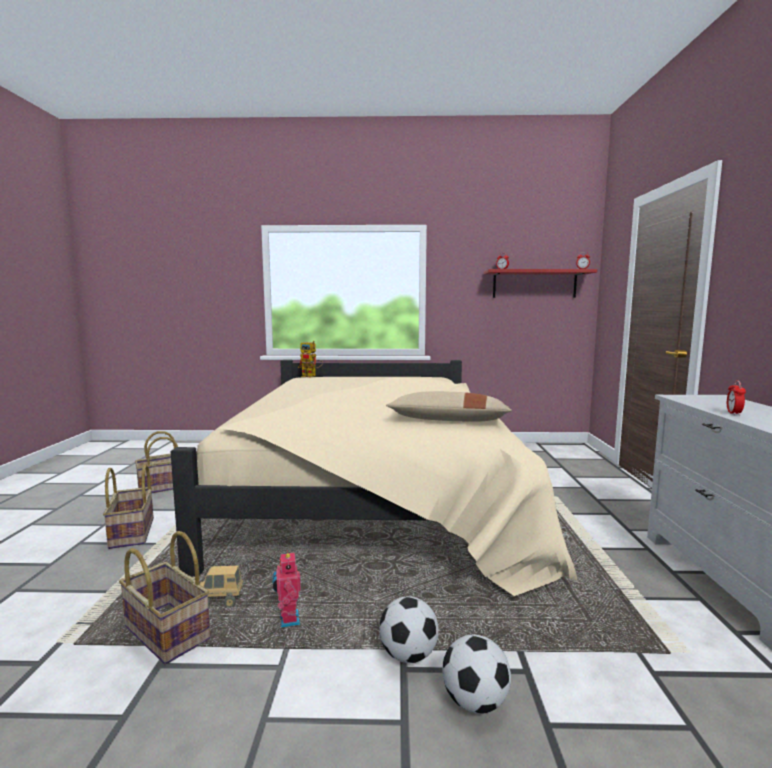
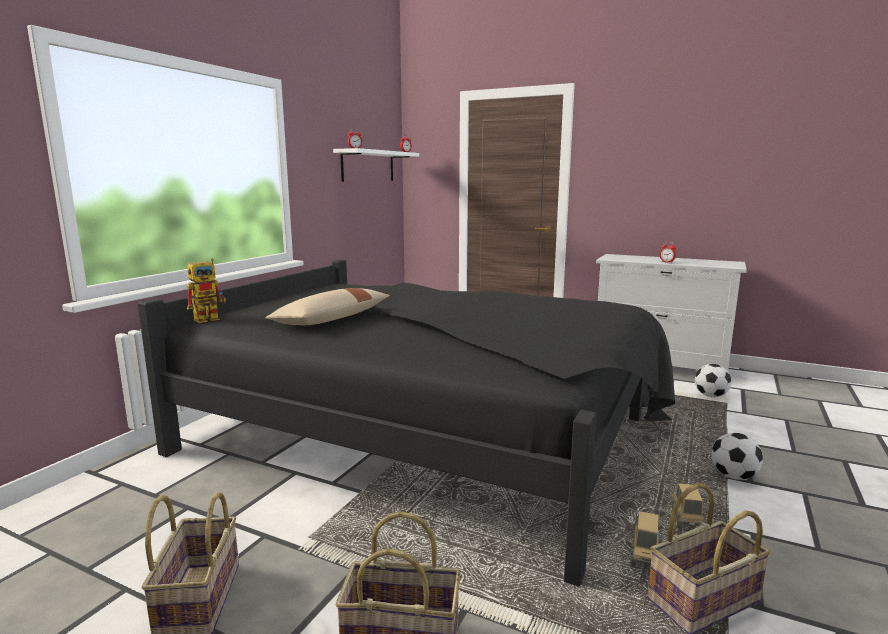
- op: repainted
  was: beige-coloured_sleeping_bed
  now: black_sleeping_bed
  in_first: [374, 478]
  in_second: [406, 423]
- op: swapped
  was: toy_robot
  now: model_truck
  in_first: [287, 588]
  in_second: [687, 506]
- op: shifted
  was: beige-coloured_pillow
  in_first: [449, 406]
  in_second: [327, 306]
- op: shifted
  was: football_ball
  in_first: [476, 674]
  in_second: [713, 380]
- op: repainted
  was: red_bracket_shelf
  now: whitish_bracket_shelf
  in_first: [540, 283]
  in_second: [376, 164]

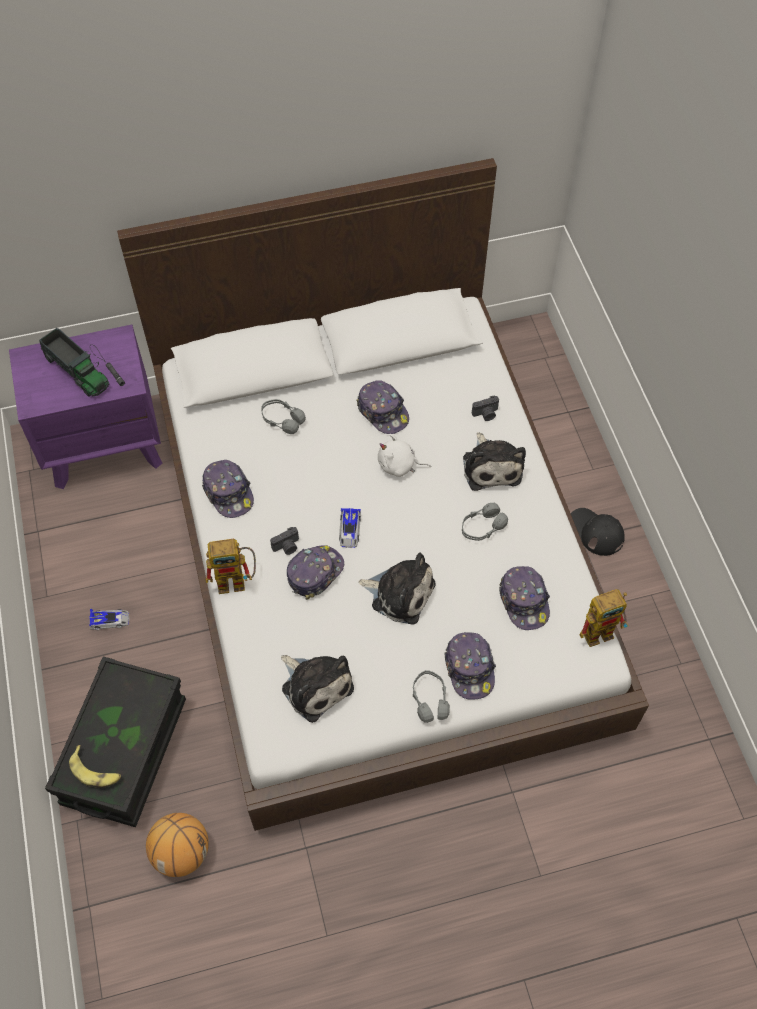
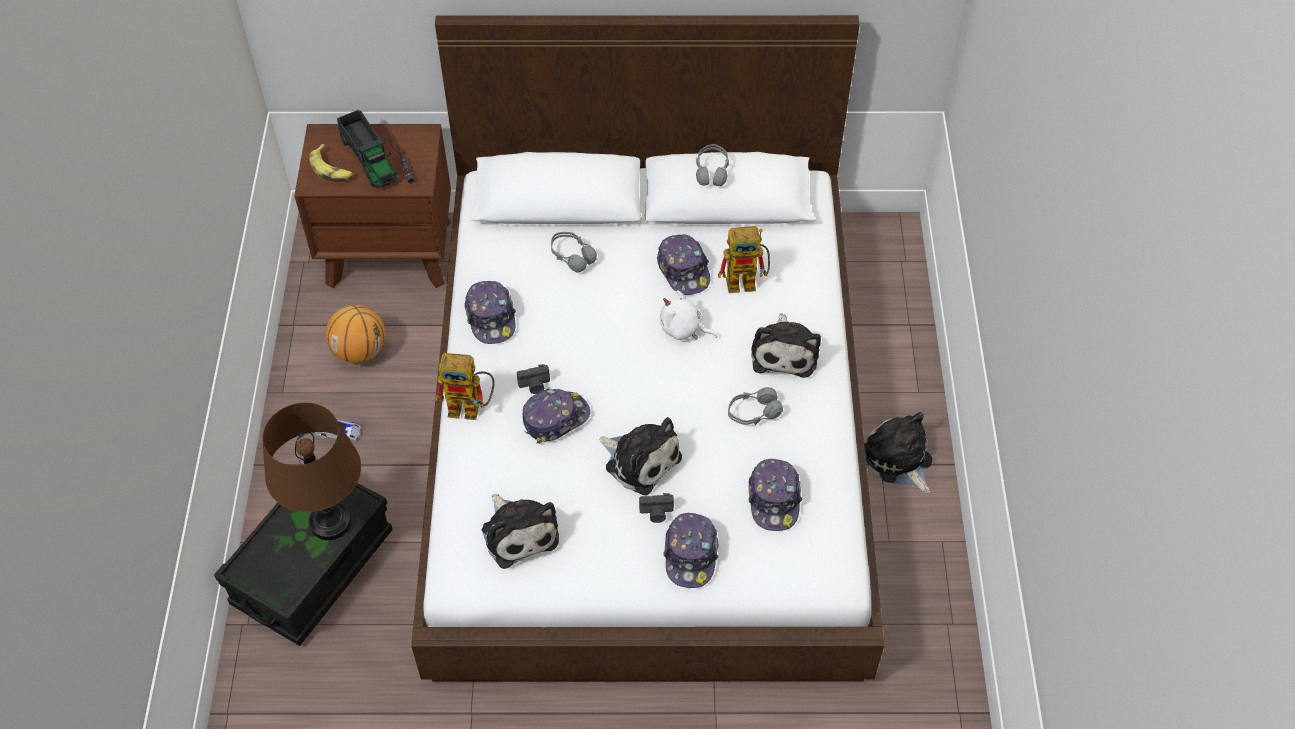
- op: repainted
  was: purple-coloured_nightstand
  now: brown_nightstand
  in_first: [85, 407]
  in_second: [372, 206]
- op: shifted
  was: banana
  in_first: [95, 766]
  in_second: [331, 163]
- op: shifted
  was: ball_for_basketball
  in_first: [177, 845]
  in_second: [355, 334]
- op: gone
  was: miniature_car
  in_first: [350, 528]
- op: shifted
  was: greyish_pair_of_headphones
  in_first: [431, 696]
  in_second: [712, 165]
- op: shifted
  was: still_camera
  in_first: [485, 408]
  in_second: [656, 508]
- op: swapped
  was: black_peaked_cap
  now: plush_toy
  in_first: [598, 532]
  in_second: [898, 452]
- op: shifted
  was: toy_robot
  in_first: [604, 618]
  in_second: [744, 259]
- op: new
  now: brown_lamp_for_a_table
  in_second: [312, 471]

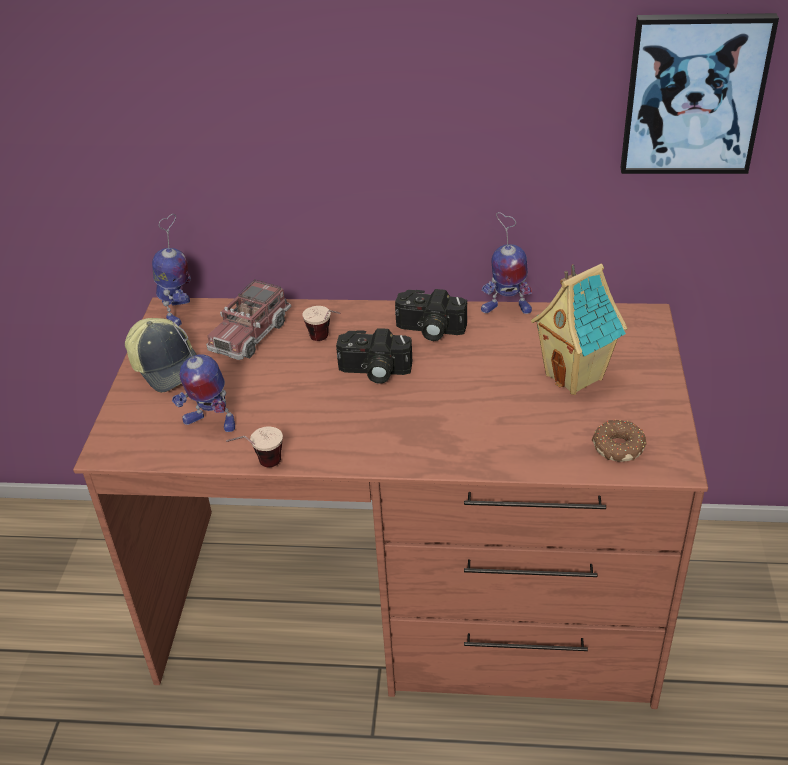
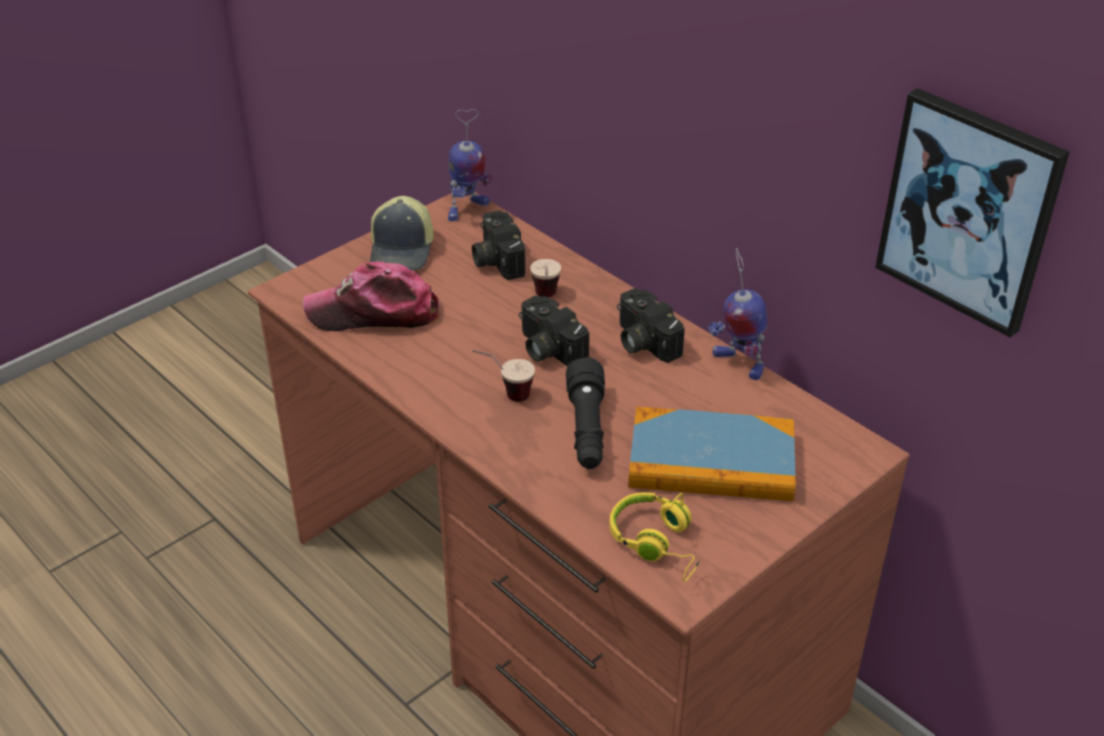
- op: swapped
  was: toy_robot
  now: peaked_cap
  in_first: [203, 377]
  in_second: [371, 296]
- op: swapped
  was: model_truck
  now: still_camera
  in_first: [248, 319]
  in_second: [498, 245]
- op: shifted
  was: small_cup
  in_first: [254, 446]
  in_second: [503, 376]
- op: swapped
  was: miniature_house
  now: bound_book
  in_first: [579, 329]
  in_second: [712, 454]
- op: swapped
  was: ring_doughnut
  now: yellow_pair_of_headphones
  in_first: [619, 441]
  in_second: [654, 537]
- op: new
  now: black_flashlight
  in_second: [585, 413]

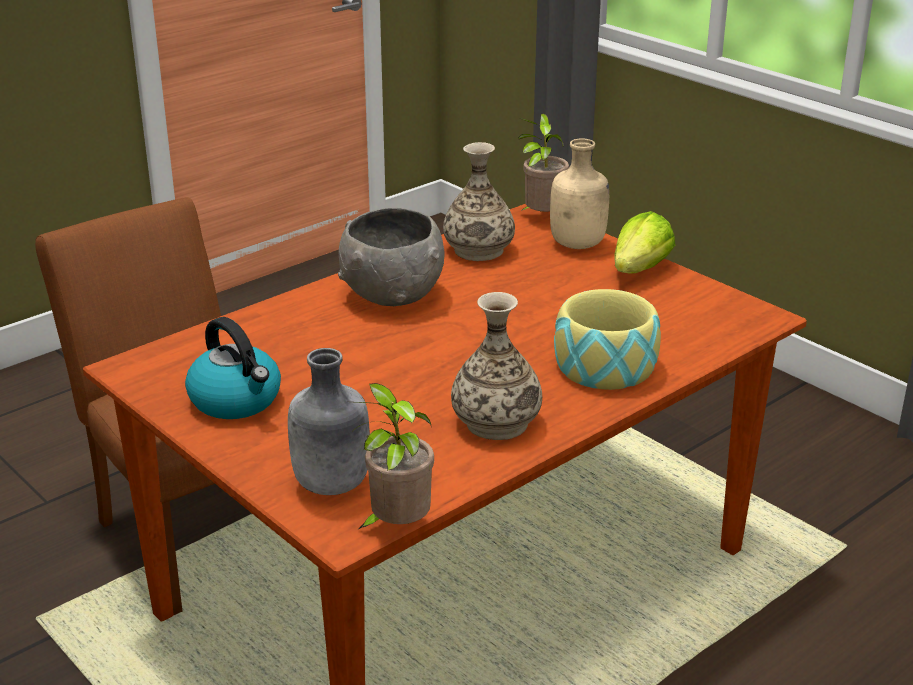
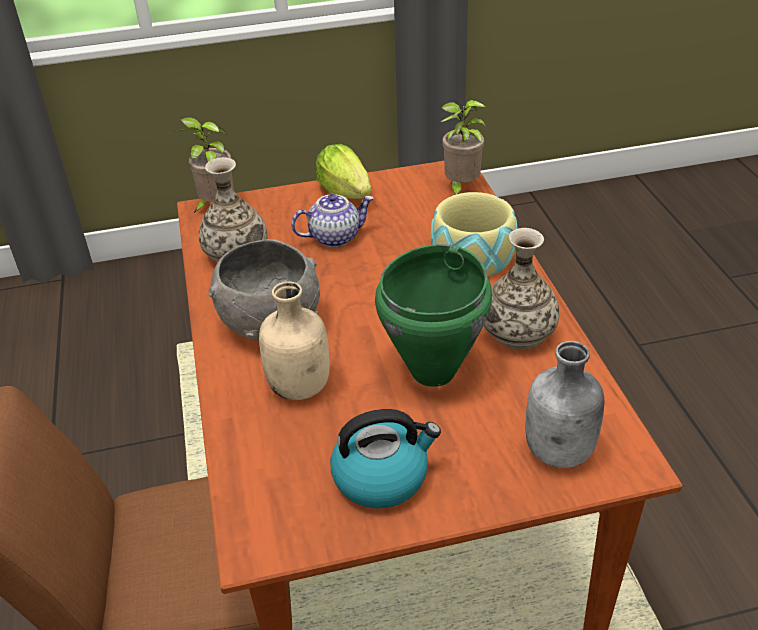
- op: shifted
  was: houseplant
  in_first: [393, 456]
  in_second: [463, 147]
- op: shifted
  was: beige-coloured_drink_bottle
  in_first: [579, 193]
  in_second: [294, 341]
- op: new
  now: pot_for_tea
  in_second: [332, 220]
- op: new
  now: green-coloured_cooking_pot
  in_second: [433, 315]

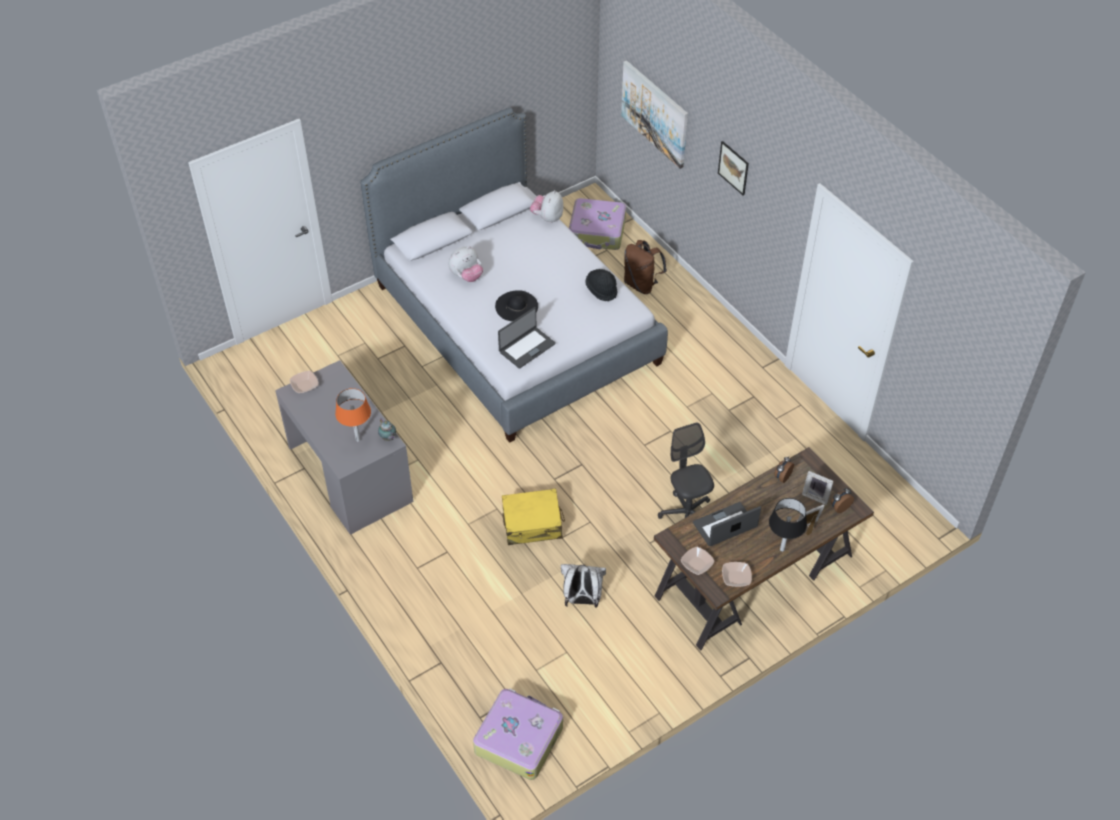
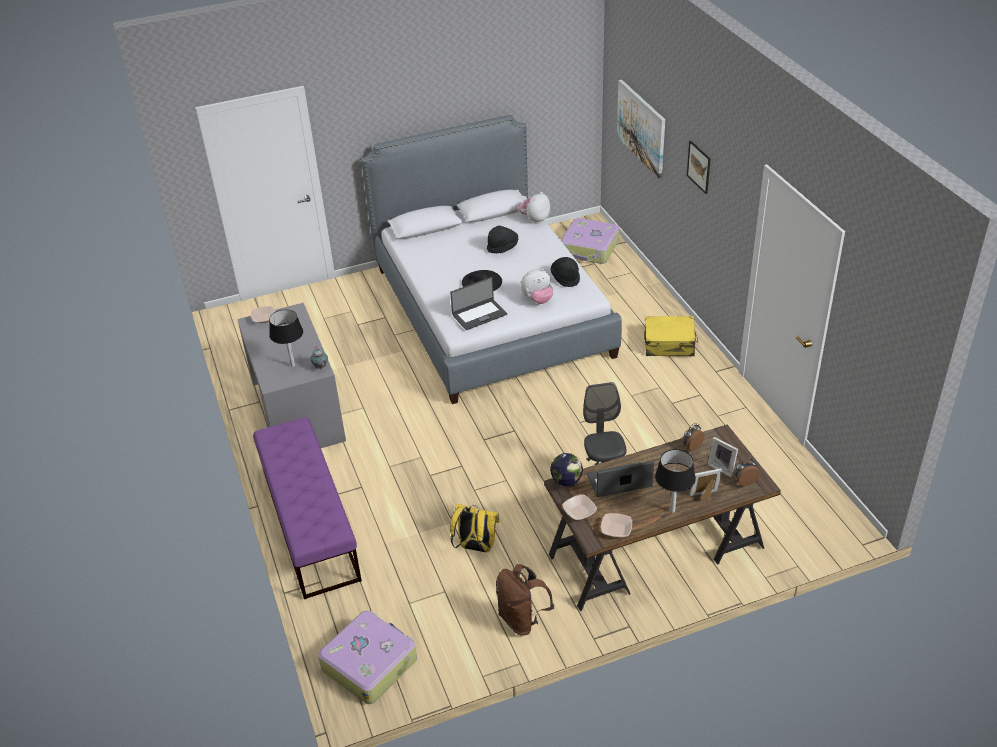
- op: repainted
  was: orange-coloured_lamp_for_a_table
  now: black_lamp_for_a_table
  in_first: [353, 415]
  in_second: [286, 338]
- op: shifted
  was: plush_toy
  in_first: [466, 264]
  in_second: [537, 286]
- op: shifted
  was: yellow_suitcase
  in_first: [533, 516]
  in_second: [671, 336]
- op: repainted
  was: whitish_knapsack
  now: yellow_knapsack
  in_first: [583, 585]
  in_second: [474, 528]
- op: shifted
  was: brown_knapsack
  in_first: [645, 267]
  in_second: [525, 600]
- op: new
  now: purple-coloured_long_seat
  in_second: [307, 508]
- op: new
  now: black_hat
  in_second: [502, 239]
- op: new
  now: world_globe
  in_second: [566, 475]

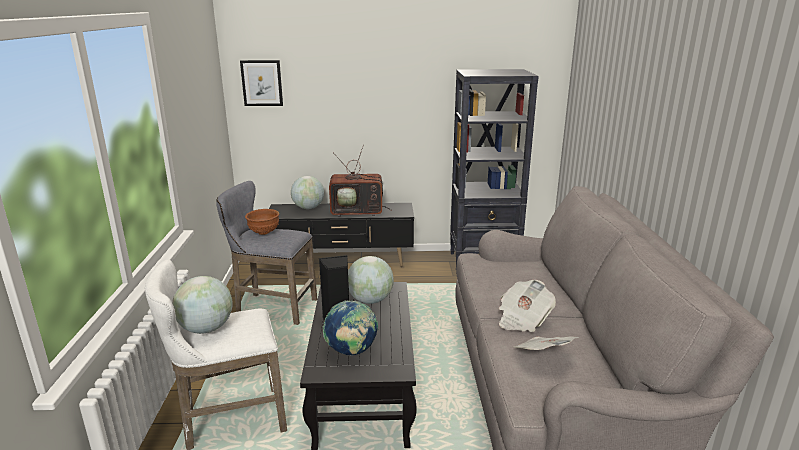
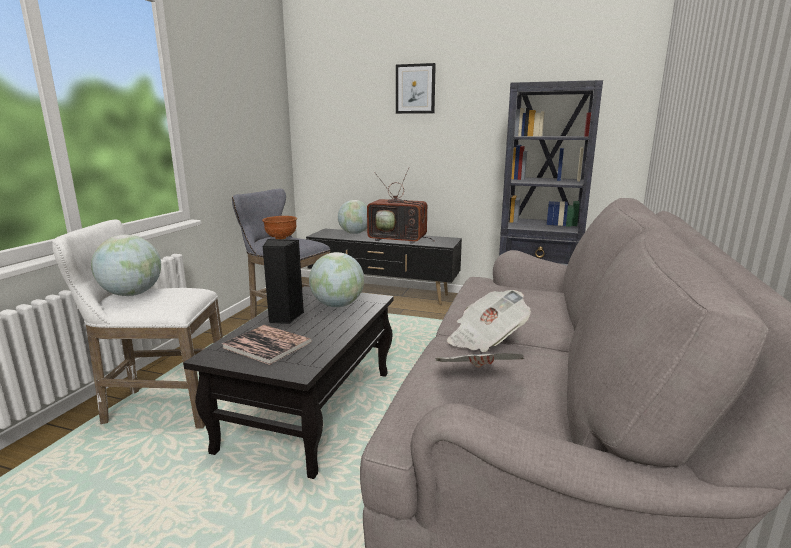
- op: shifted
  was: picture
  in_first: [261, 83]
  in_second: [416, 88]
- op: swapped
  was: world_globe
  now: bound_book
  in_first: [350, 327]
  in_second: [267, 345]

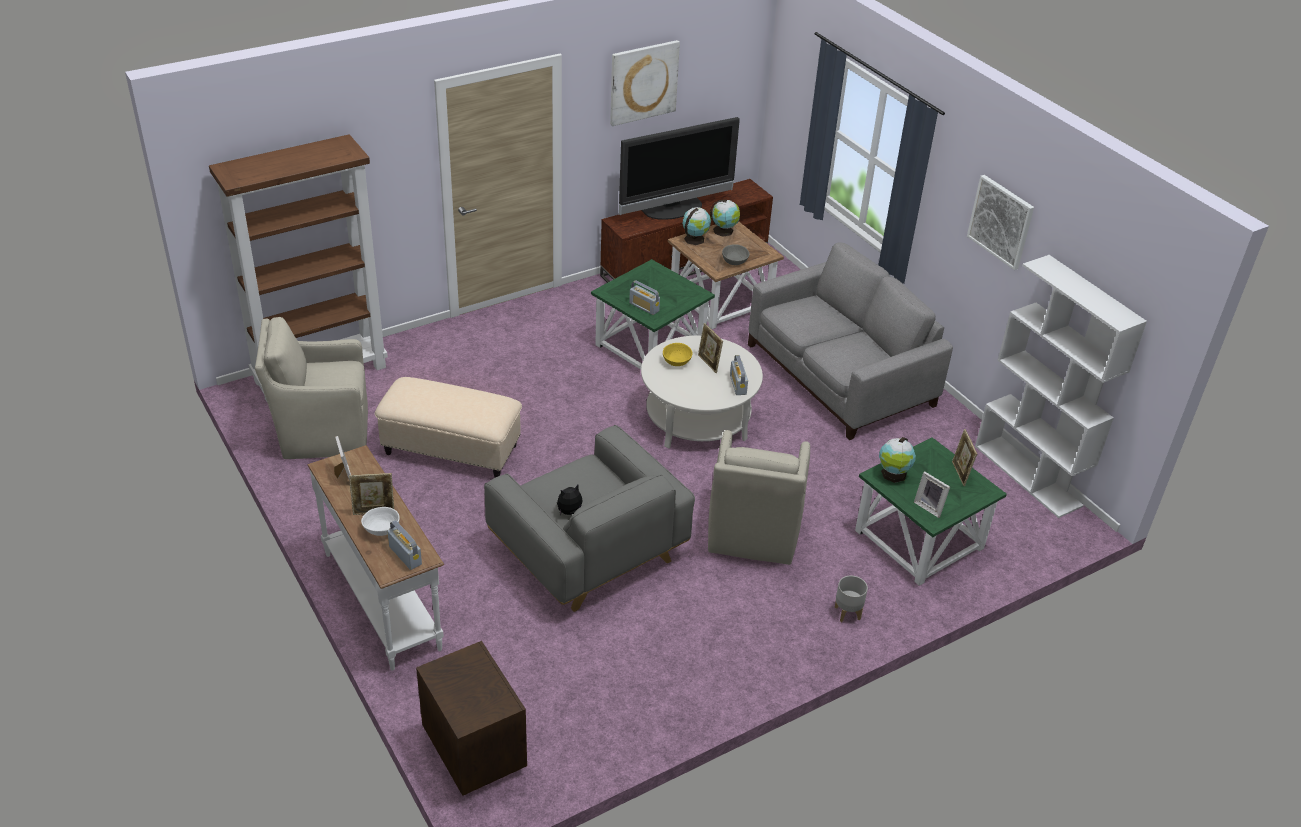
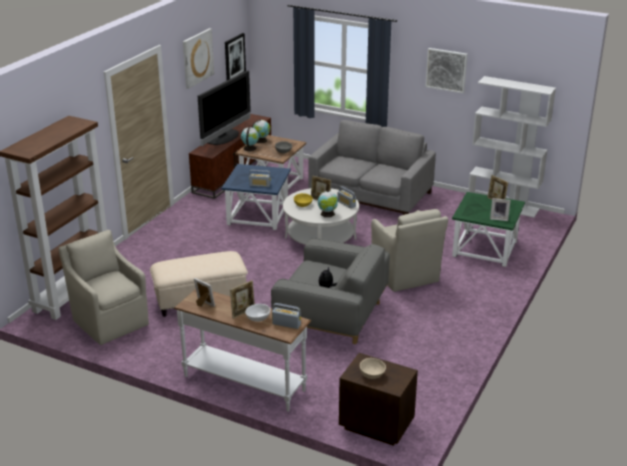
- op: rotated
  was: beige-coloured_lounge_chair
  in_first: [311, 388]
  in_second: [104, 287]
  clockwise: 90
- op: repainted
  was: green-coloured_accent_table
  now: bluish_accent_table
  in_first: [653, 314]
  in_second: [256, 197]
- op: gone
  was: greyish_planter
  in_first: [851, 599]
- op: shifted
  was: world_globe
  in_first: [897, 460]
  in_second: [328, 203]
- op: new
  now: picture
  in_second: [235, 56]
- op: new
  now: beige-coloured_serving_bowl
  in_second: [373, 368]

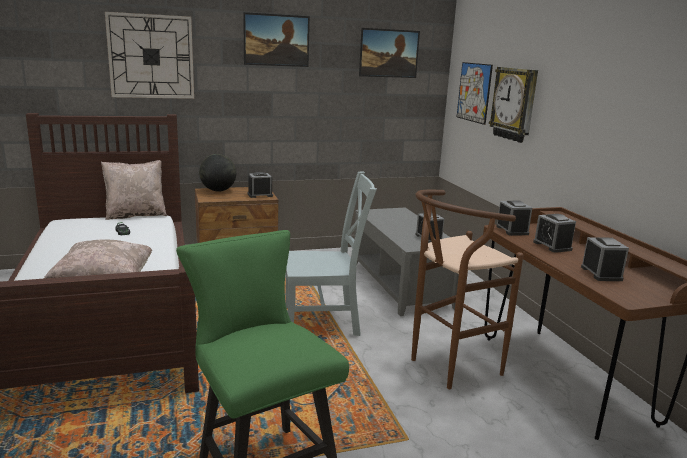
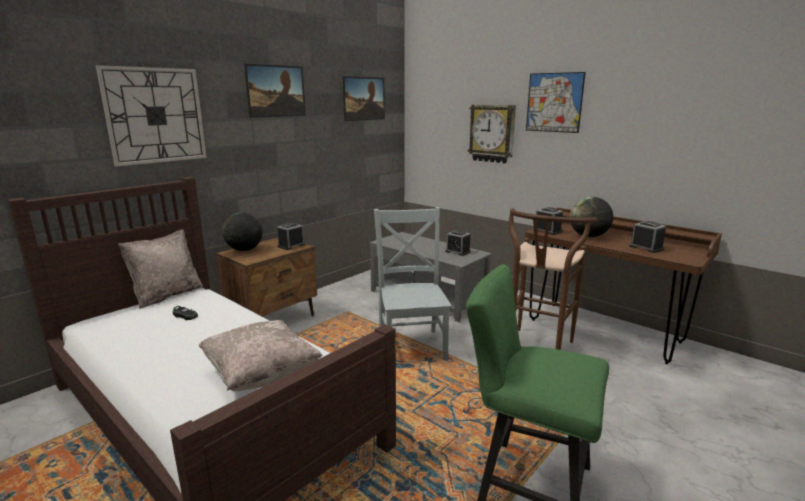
- op: rotated
  was: greyish_chair
  in_first: [331, 253]
  in_second: [412, 284]
  clockwise: -60
- op: shifted
  was: picture
  in_first: [475, 93]
  in_second: [556, 102]
- op: swapped
  was: table_clock
  now: world_globe
  in_first: [554, 233]
  in_second: [591, 217]

